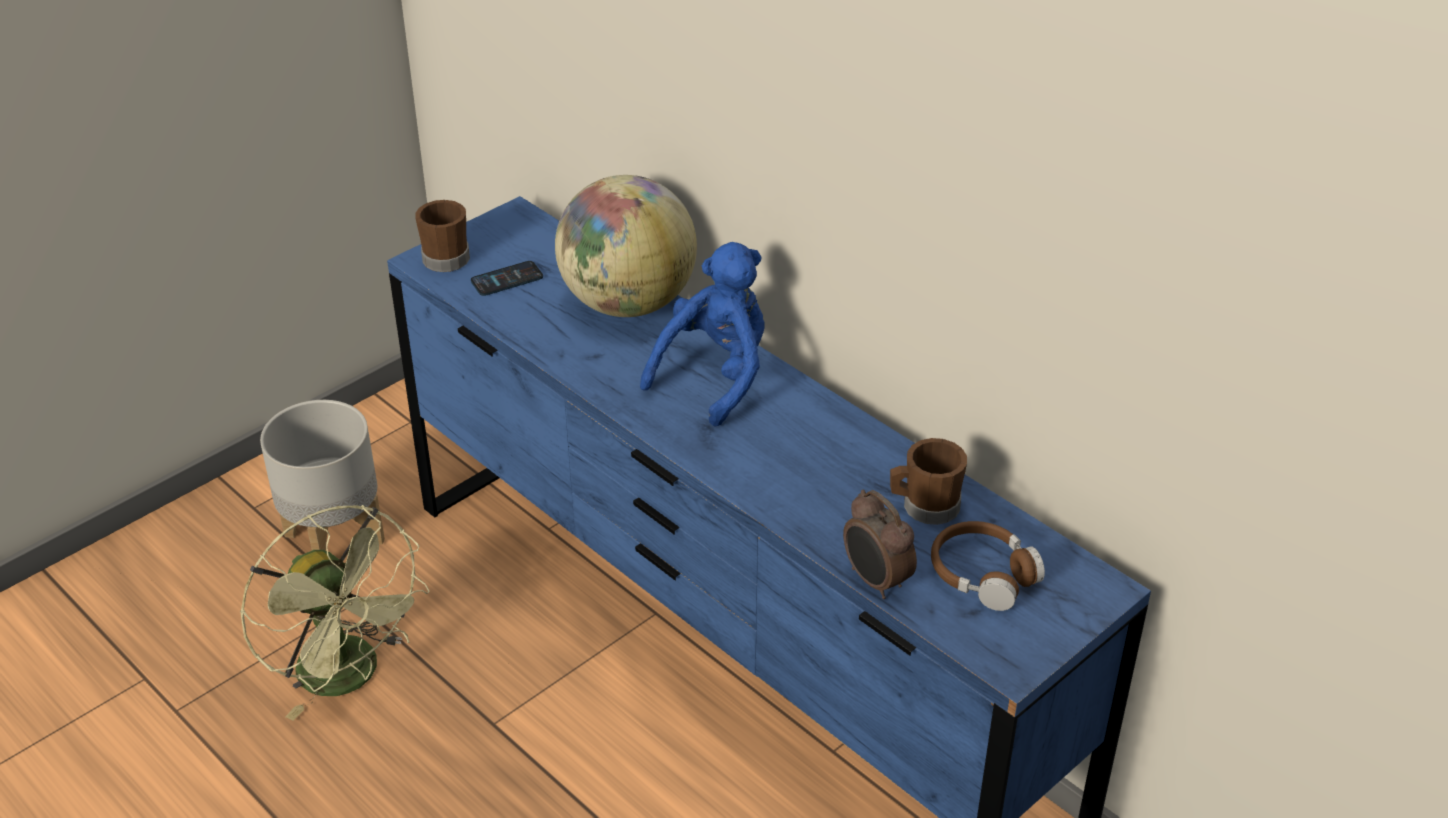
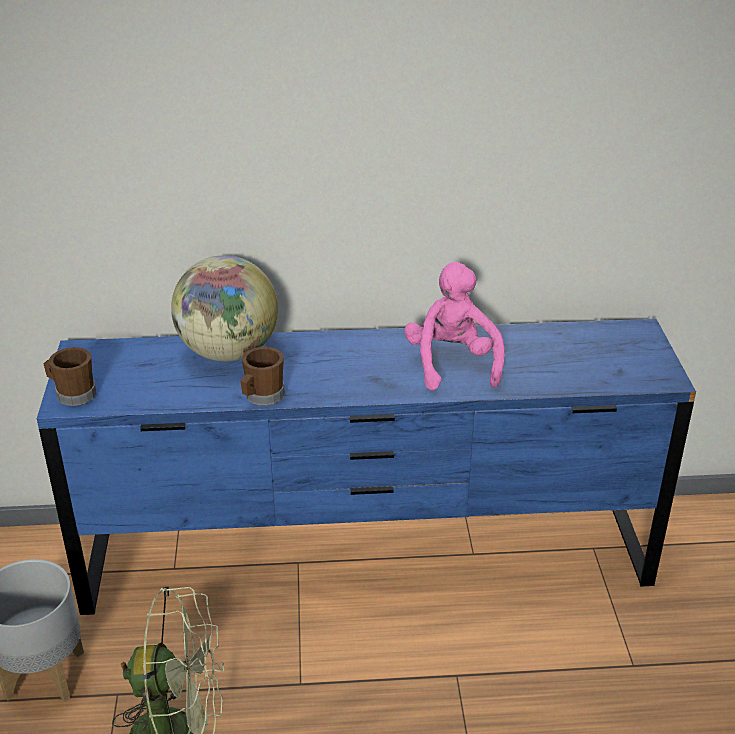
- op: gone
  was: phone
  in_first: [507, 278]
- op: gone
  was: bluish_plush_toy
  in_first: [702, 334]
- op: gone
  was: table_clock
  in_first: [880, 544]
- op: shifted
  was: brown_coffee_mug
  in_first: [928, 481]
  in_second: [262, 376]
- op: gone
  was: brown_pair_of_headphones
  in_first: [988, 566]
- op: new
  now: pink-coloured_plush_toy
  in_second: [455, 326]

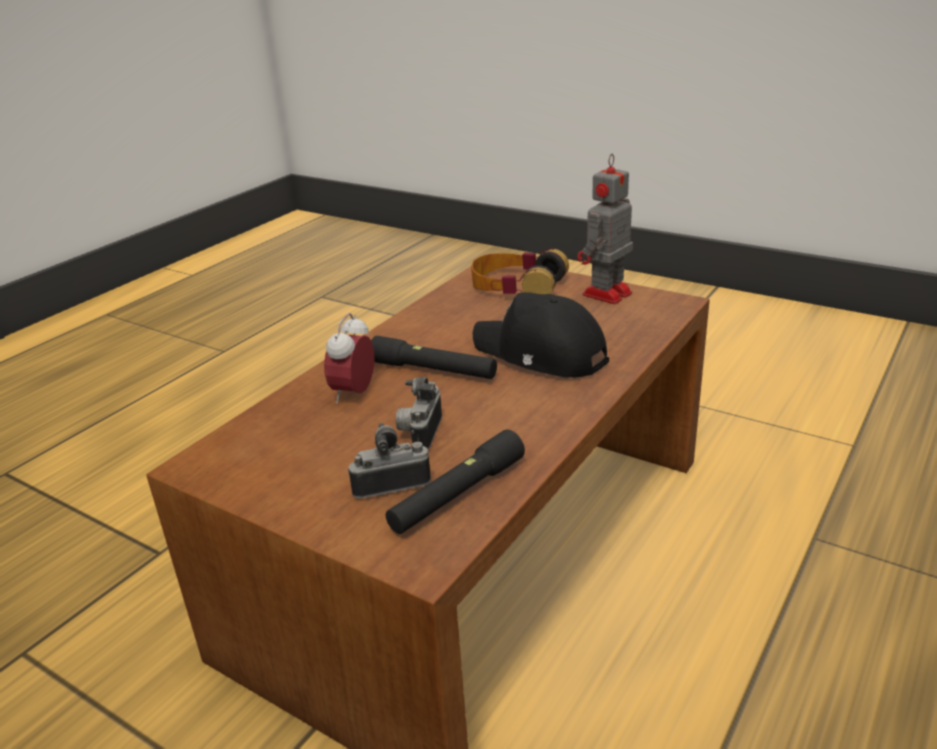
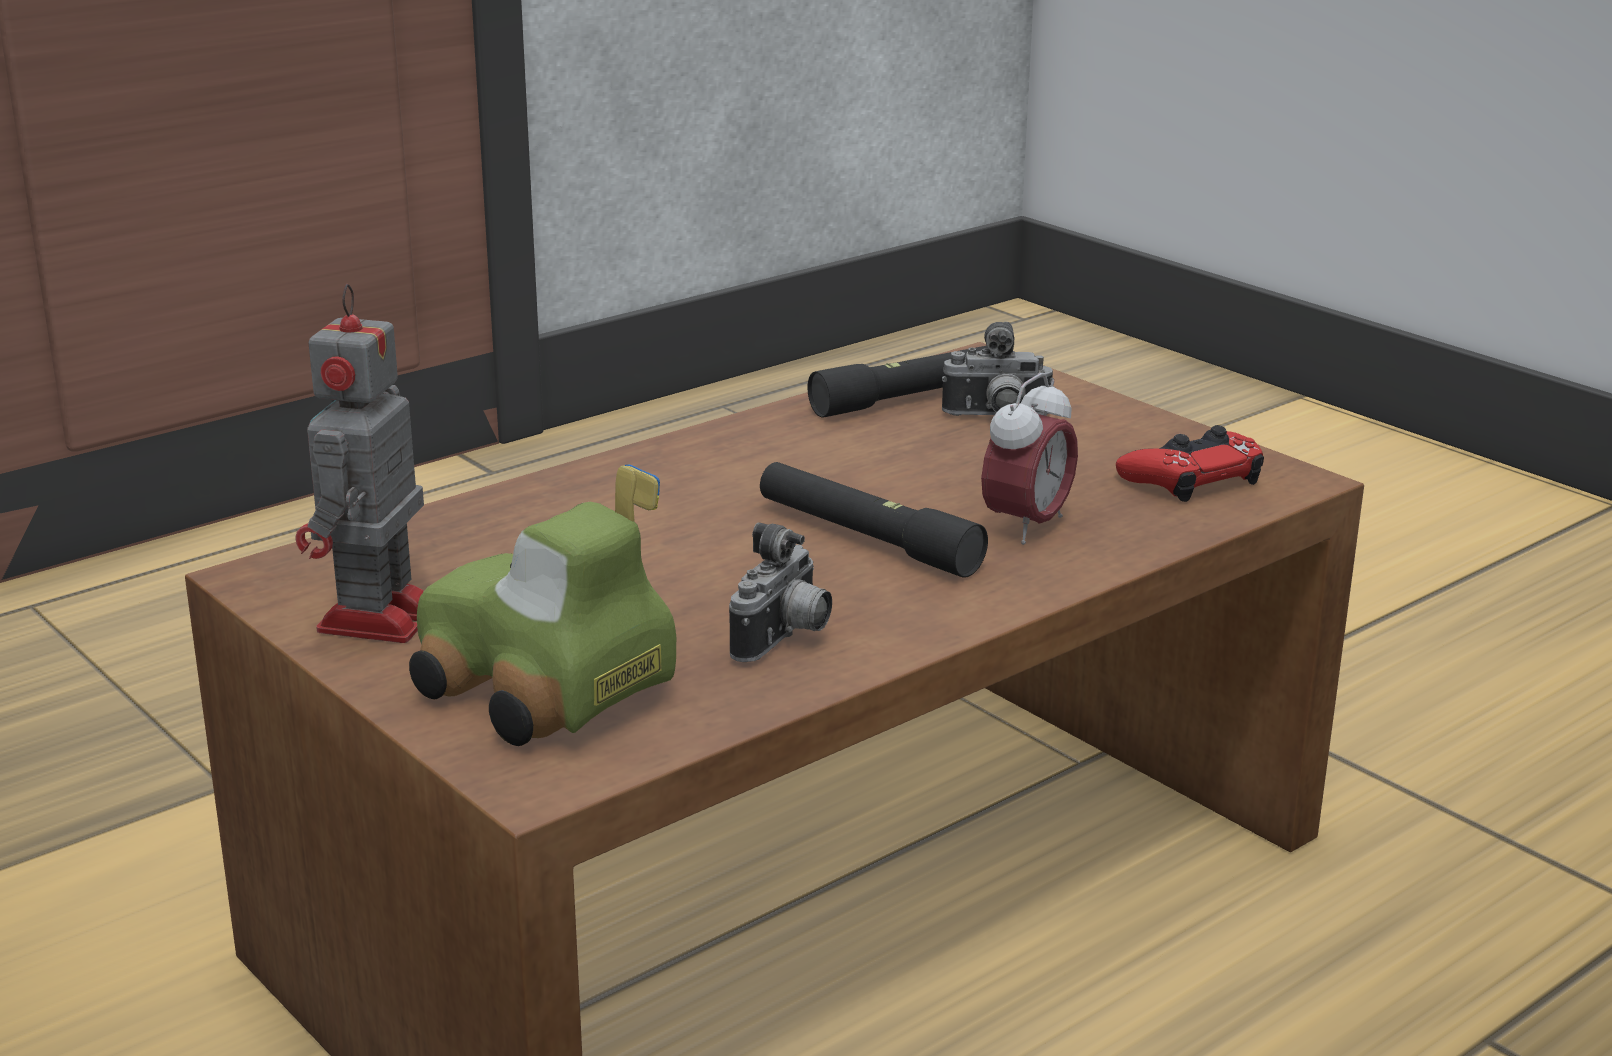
- op: shifted
  was: still_camera
  in_first: [419, 413]
  in_second: [780, 592]
- op: swapped
  was: pair_of_headphones
  now: miniature_car
  in_first: [520, 271]
  in_second: [542, 605]
- op: gone
  was: black_peaked_cap
  in_first: [541, 335]
- op: rotated
  was: toy_robot
  in_first: [605, 228]
  in_second: [360, 463]
  clockwise: 135
- op: new
  now: red_gamepad
  in_second: [1190, 463]

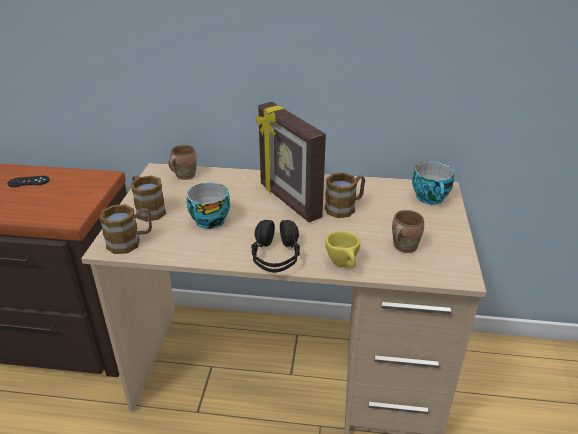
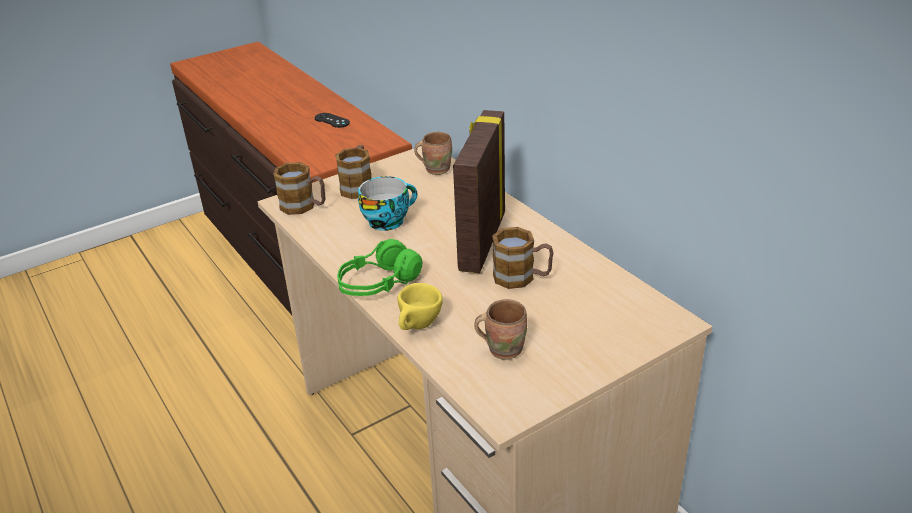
- op: repainted
  was: black_pair_of_headphones
  now: green-coloured_pair_of_headphones
  in_first: [276, 246]
  in_second: [380, 267]
- op: gone
  was: small_cup
  in_first: [433, 183]

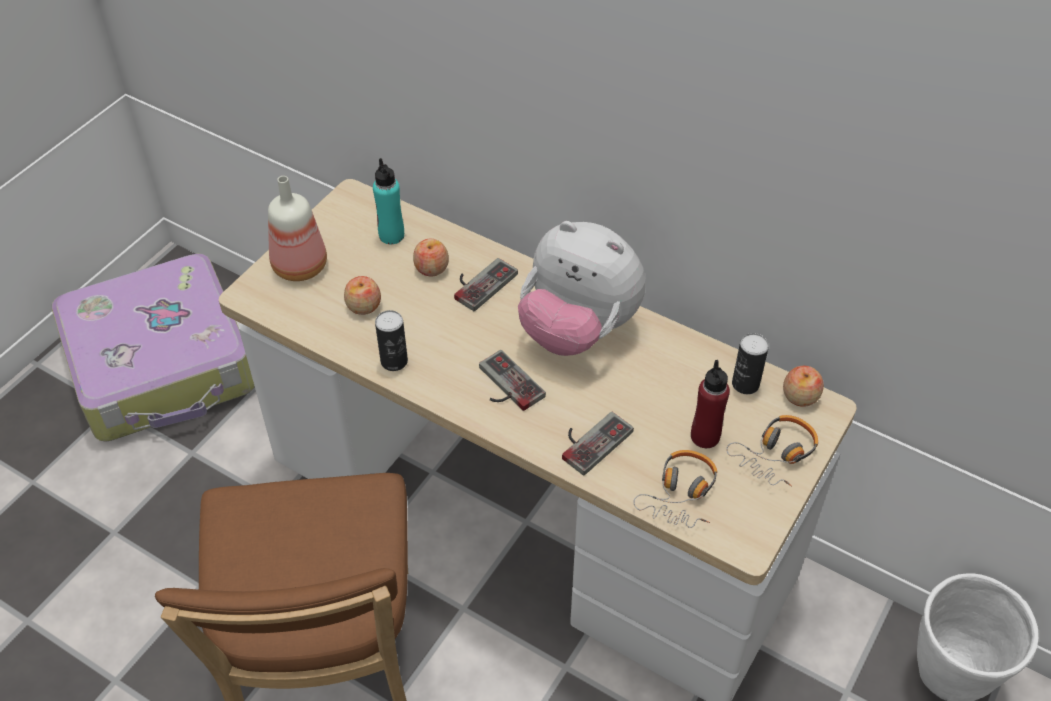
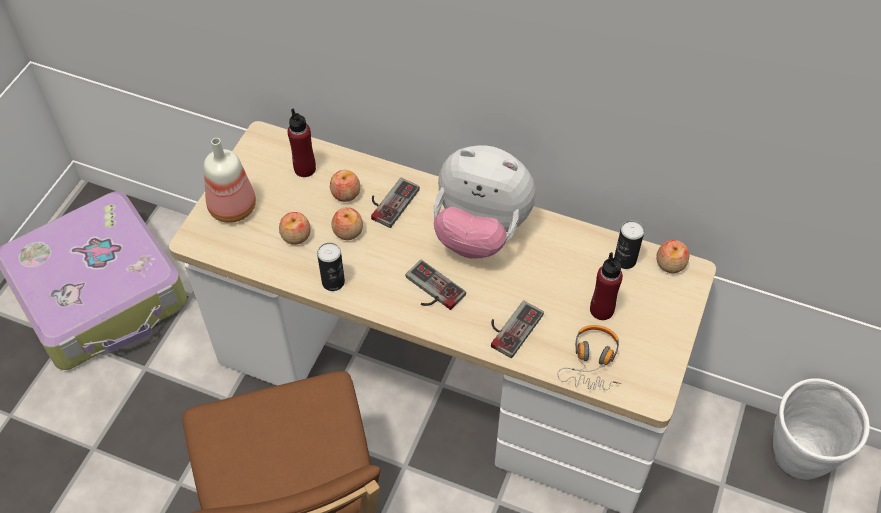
- op: repainted
  was: turquoise-coloured_drink_bottle
  now: red_drink_bottle
  in_first: [388, 201]
  in_second: [301, 143]
- op: gone
  was: pair_of_headphones
  in_first: [772, 451]
- op: new
  now: apple_fruit
  in_second: [347, 223]

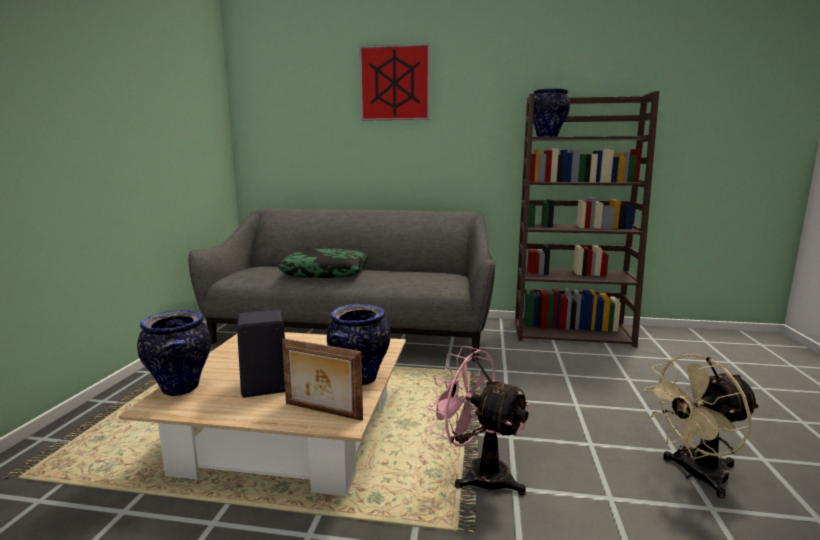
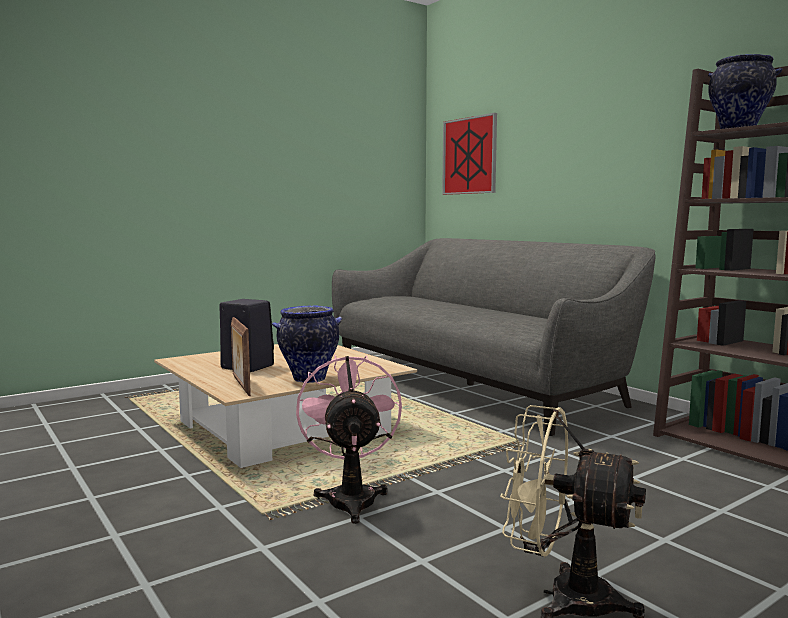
- op: gone
  was: flower_vase
  in_first: [174, 353]
- op: gone
  was: pillow
  in_first: [323, 263]
- op: shifted
  was: picture
  in_first: [394, 82]
  in_second: [469, 154]

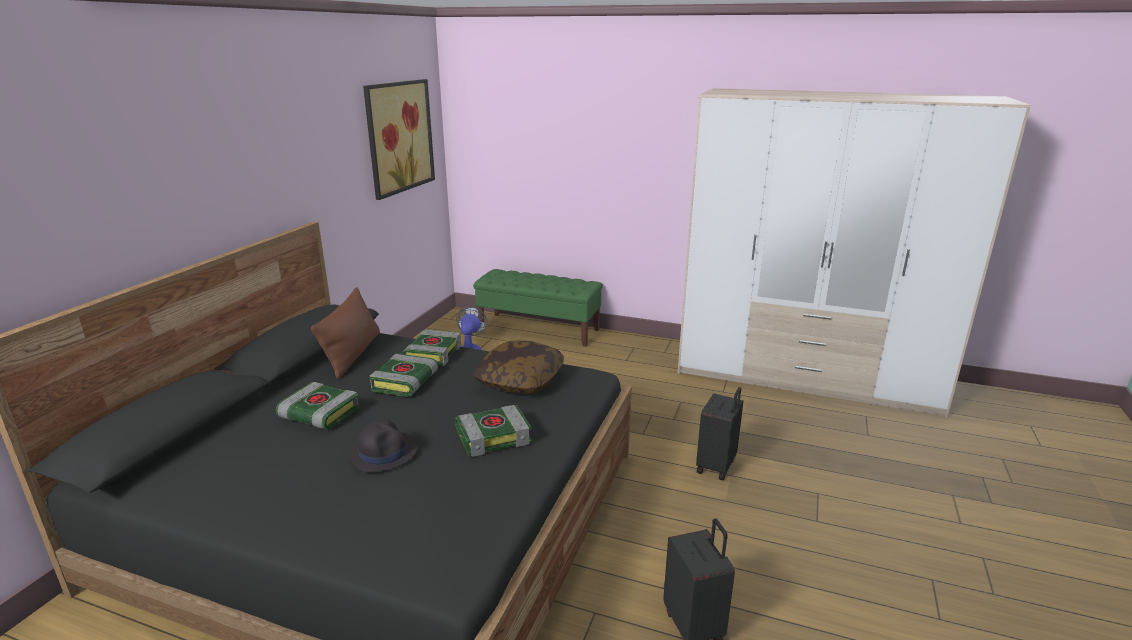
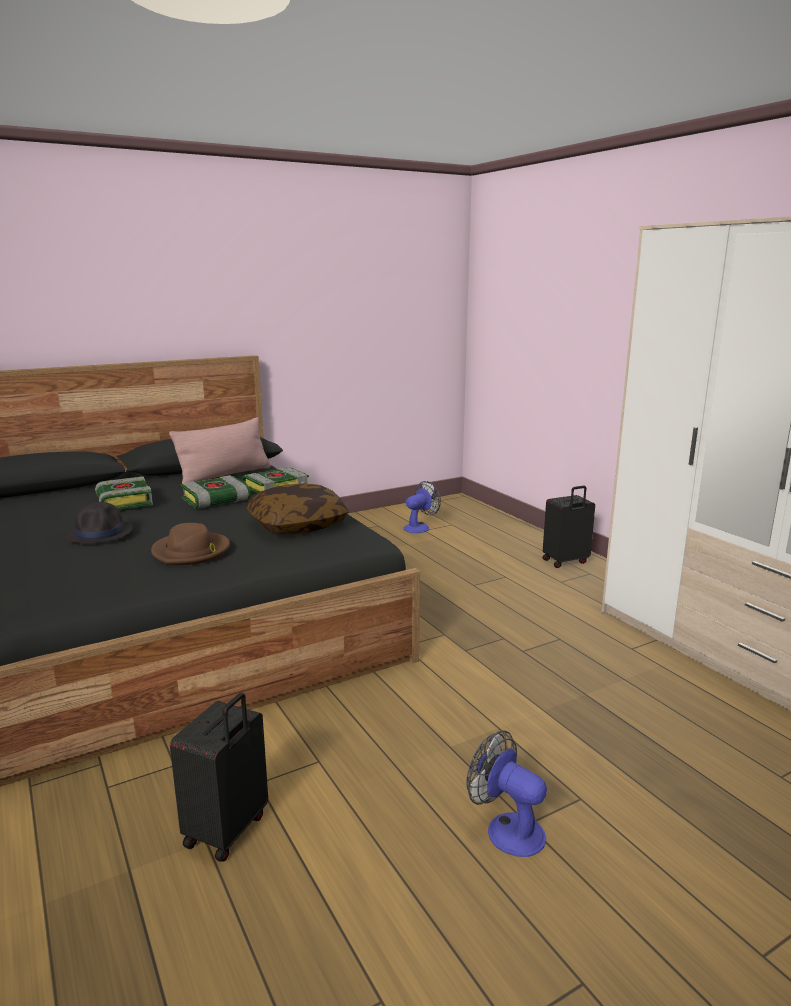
- op: repainted
  was: brown_pillow
  now: pink-coloured_pillow
  in_first: [345, 333]
  in_second: [220, 450]
- op: gone
  was: picture
  in_first: [399, 139]
- op: swapped
  was: bound_book
  now: brown_hat
  in_first: [493, 431]
  in_second: [190, 544]
- op: gone
  was: green-coloured_long_seat
  in_first: [538, 308]
- op: shifted
  was: black_suitcase
  in_first: [719, 433]
  in_second: [568, 527]
- op: new
  now: fan
  in_second: [506, 793]

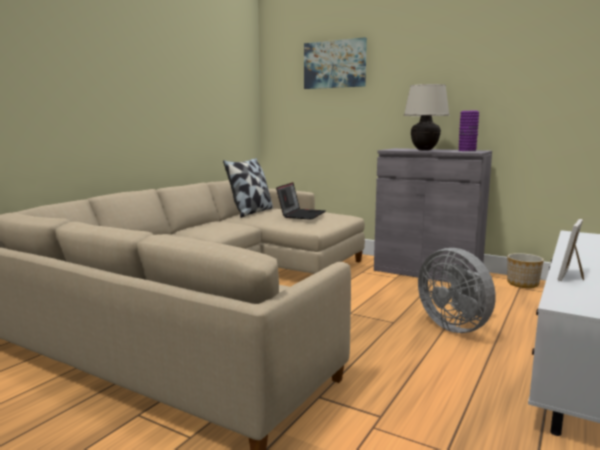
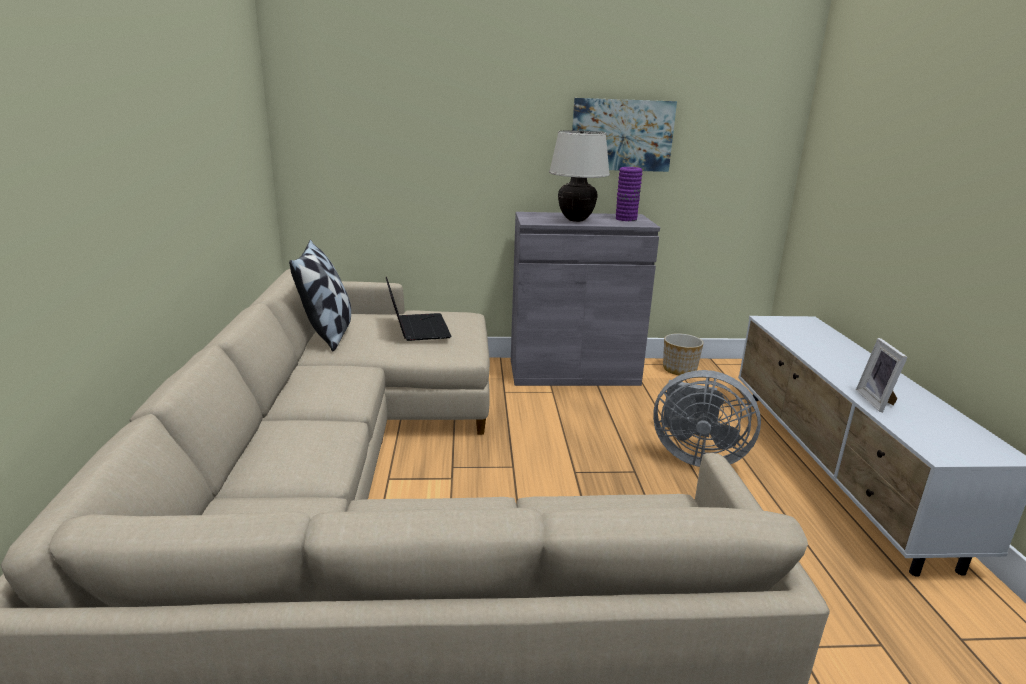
- op: shifted
  was: picture
  in_first: [335, 63]
  in_second: [624, 135]

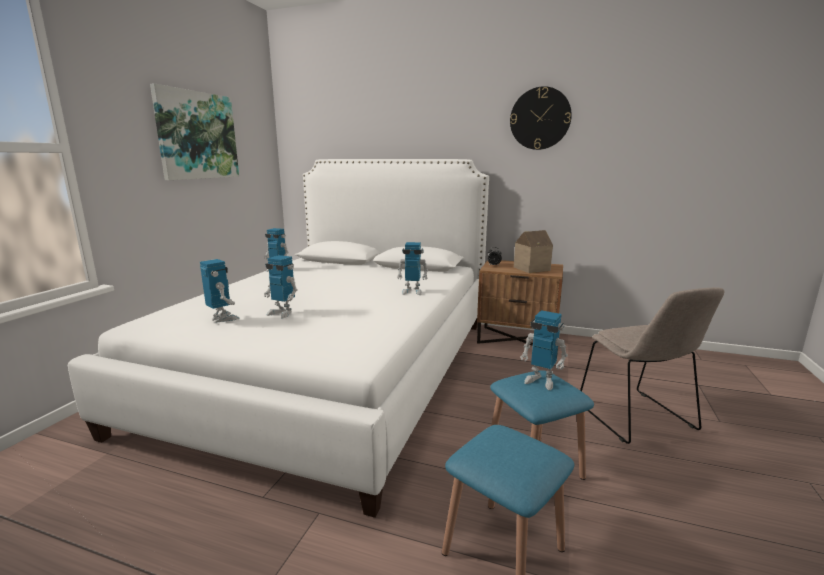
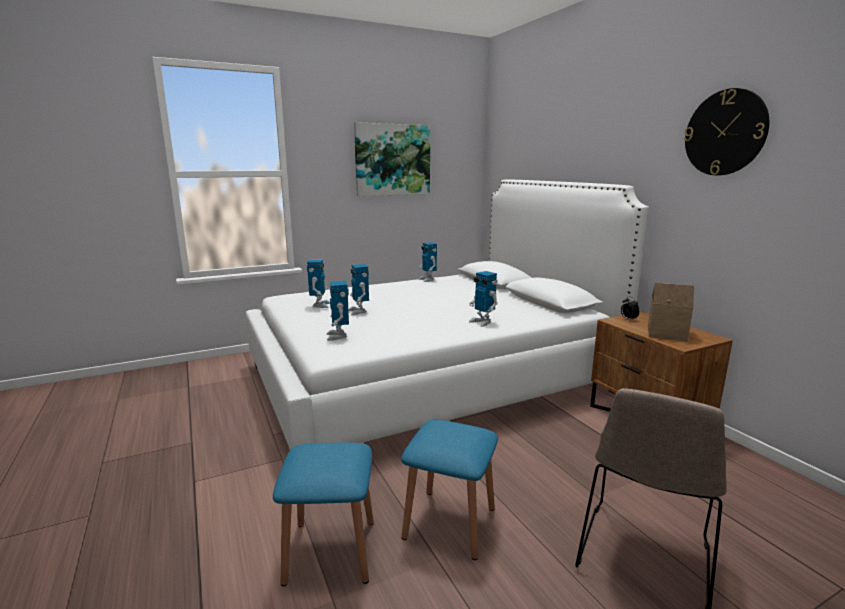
- op: shifted
  was: toy_robot
  in_first: [544, 350]
  in_second: [338, 311]

